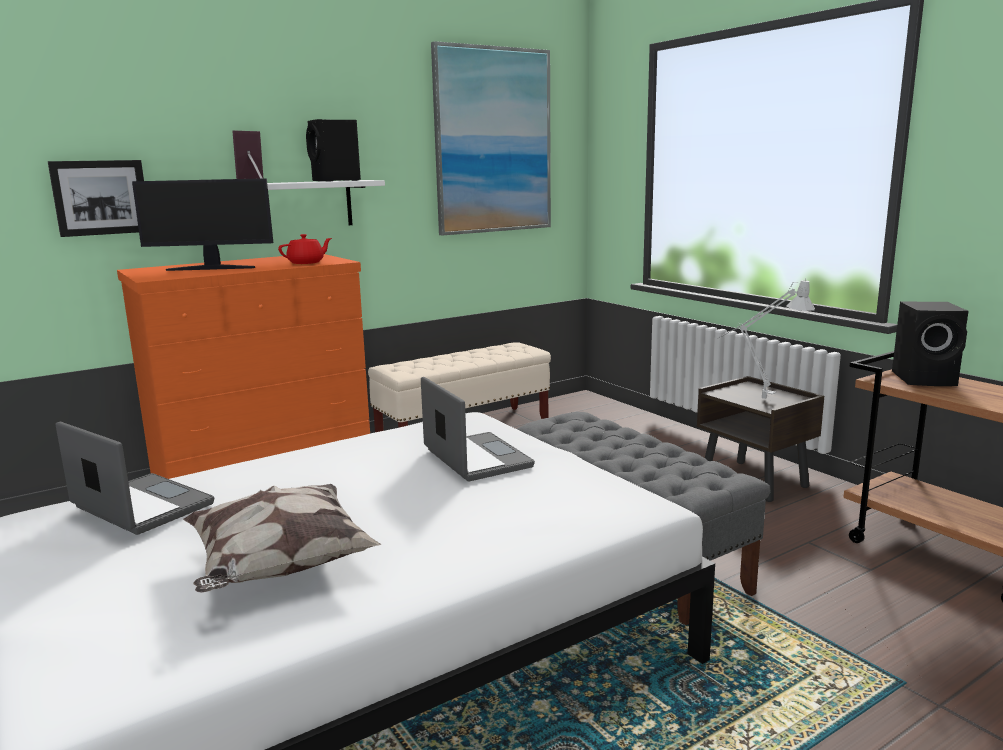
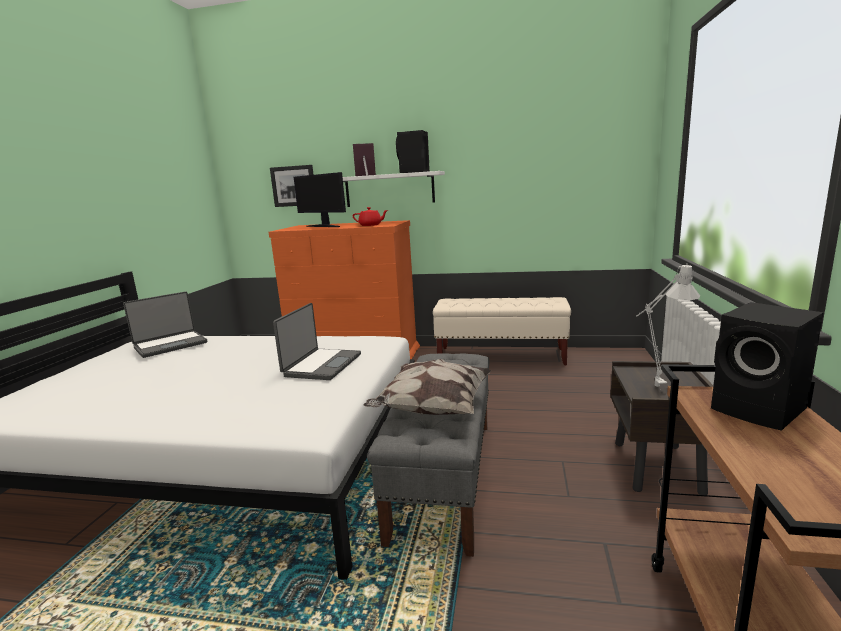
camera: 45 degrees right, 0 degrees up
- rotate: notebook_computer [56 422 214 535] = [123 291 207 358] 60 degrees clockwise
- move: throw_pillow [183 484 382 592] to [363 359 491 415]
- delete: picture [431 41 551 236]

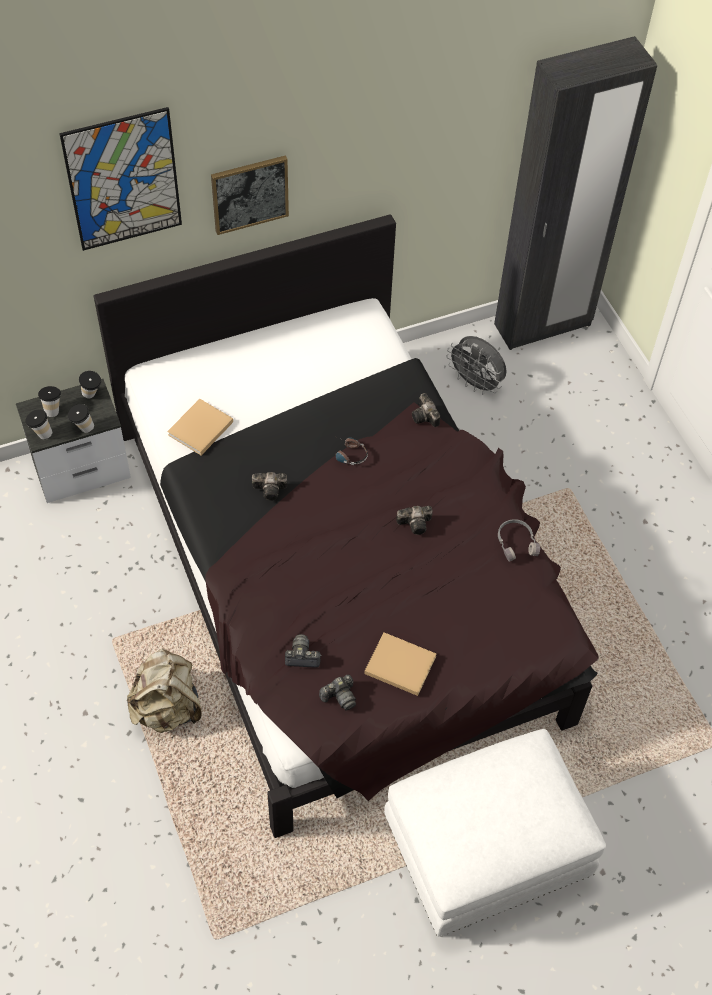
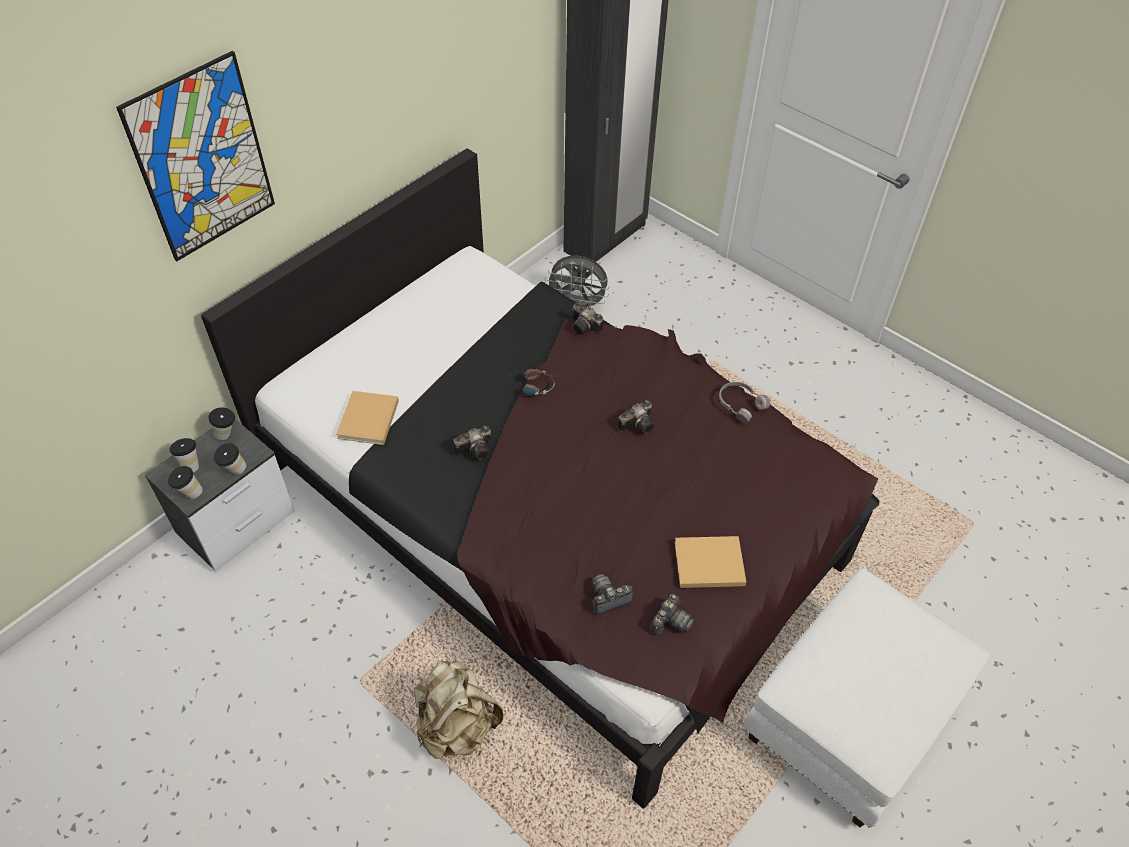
camera: 25 degrees left, 5 degrees down
- delete: picture [211 155 289 235]

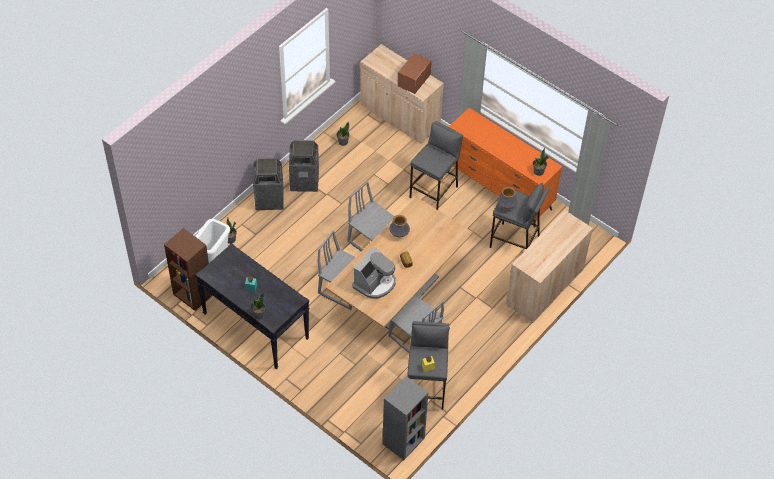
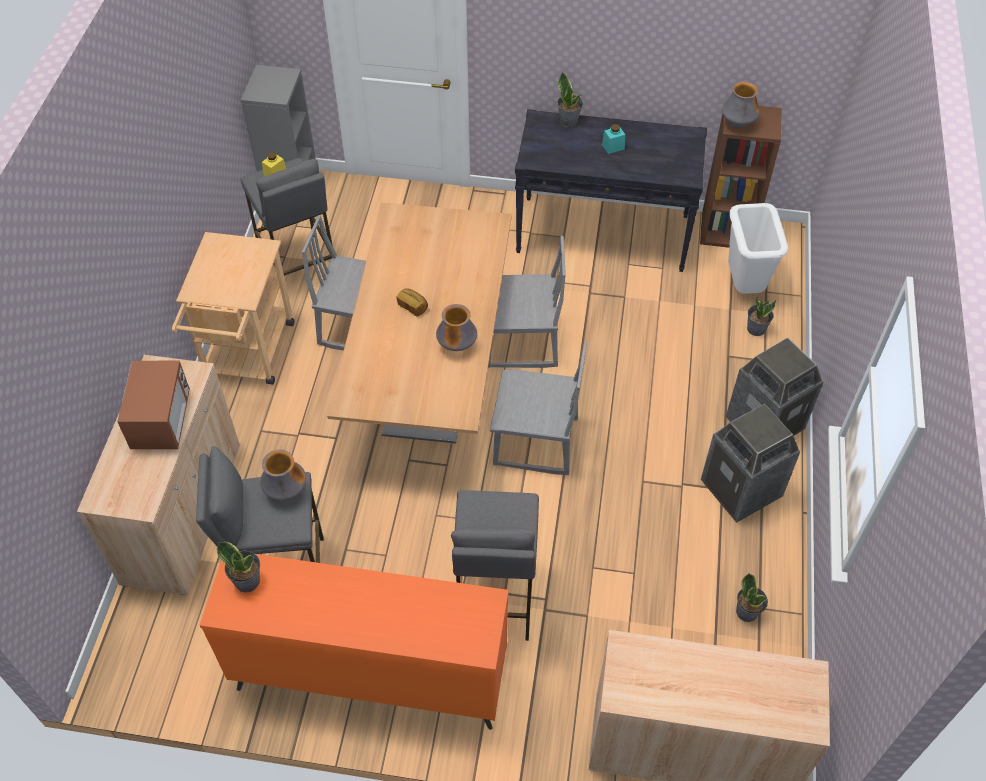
camera: 150 degrees right, 0 degrees up
- move: microwave [397 53 432 94] to [117 361 190 449]
- insert: beige-coloured_trolley [172 232 294 385]
- insert: decorative_vase [722 81 760 129]
- delete: coffee_brewer [352 247 396 299]

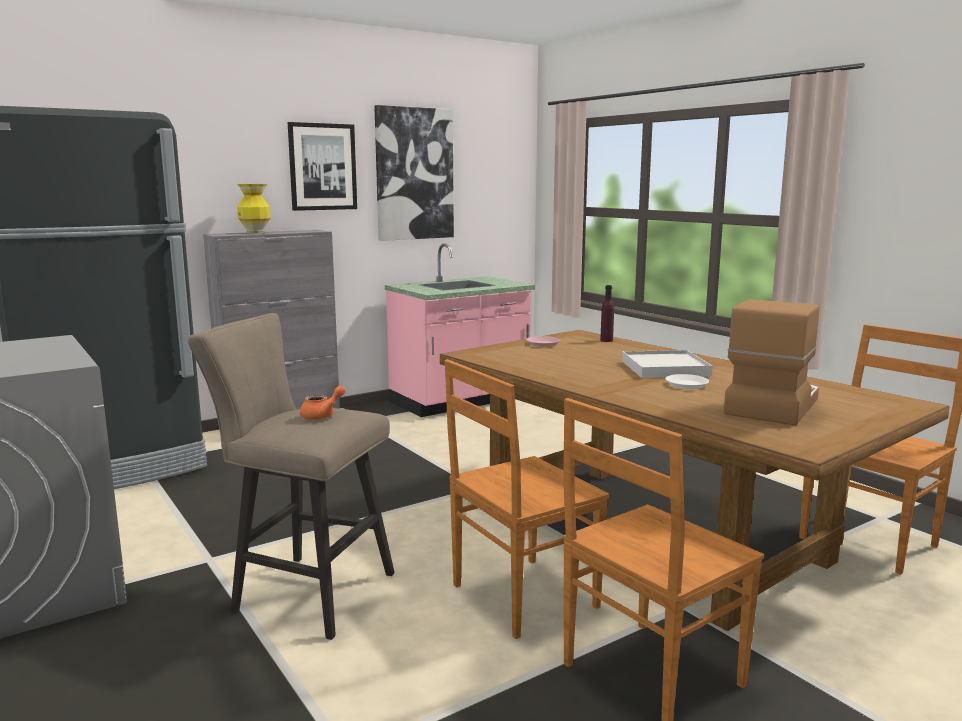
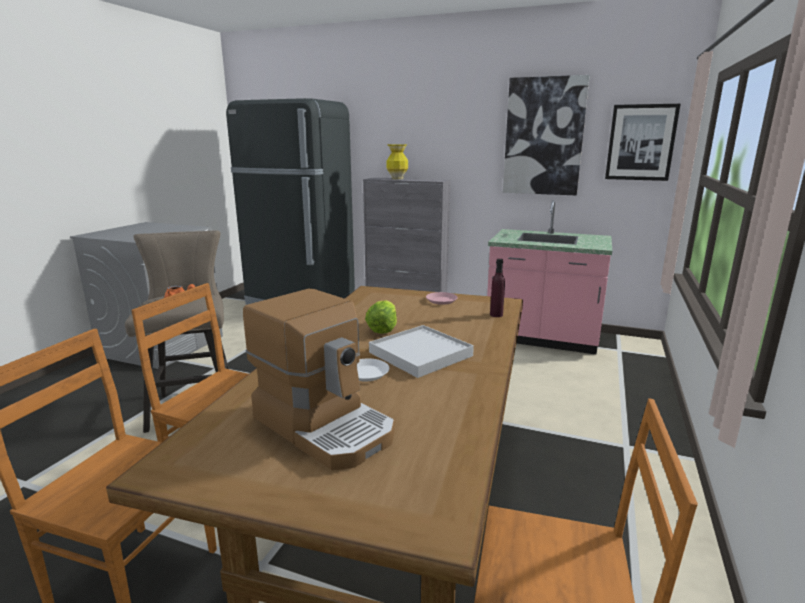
camera: 55 degrees right, 5 degrees up
- rotate: coffee_brewer [724 299 820 426] = [243 288 395 470] 45 degrees clockwise
- insert: head_of_lettuce [365 300 397 334]
- move: picture [288 122 357 211] to [605 104 680 181]

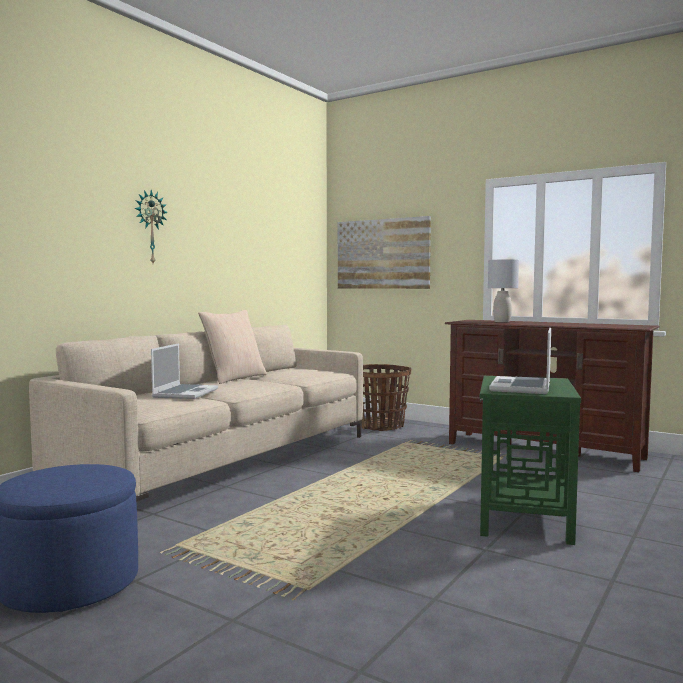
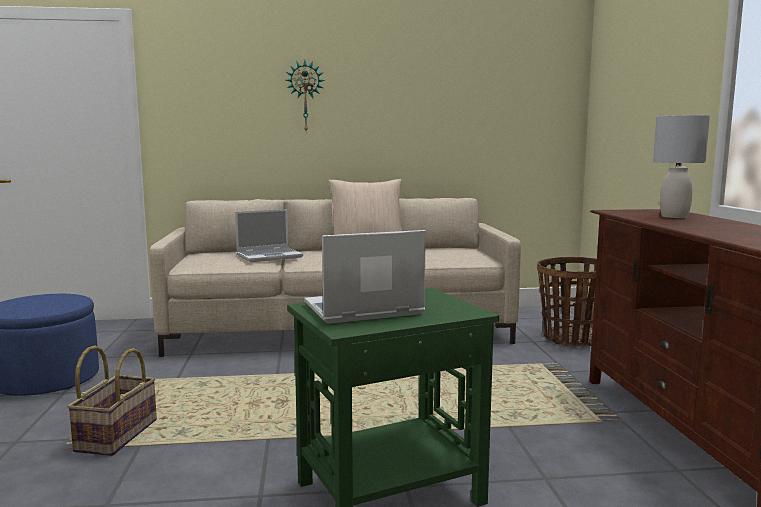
camera: 50 degrees right, 5 degrees up
- insert: household_basket [67 346 157 456]
- delete: picture [338 216 431 289]

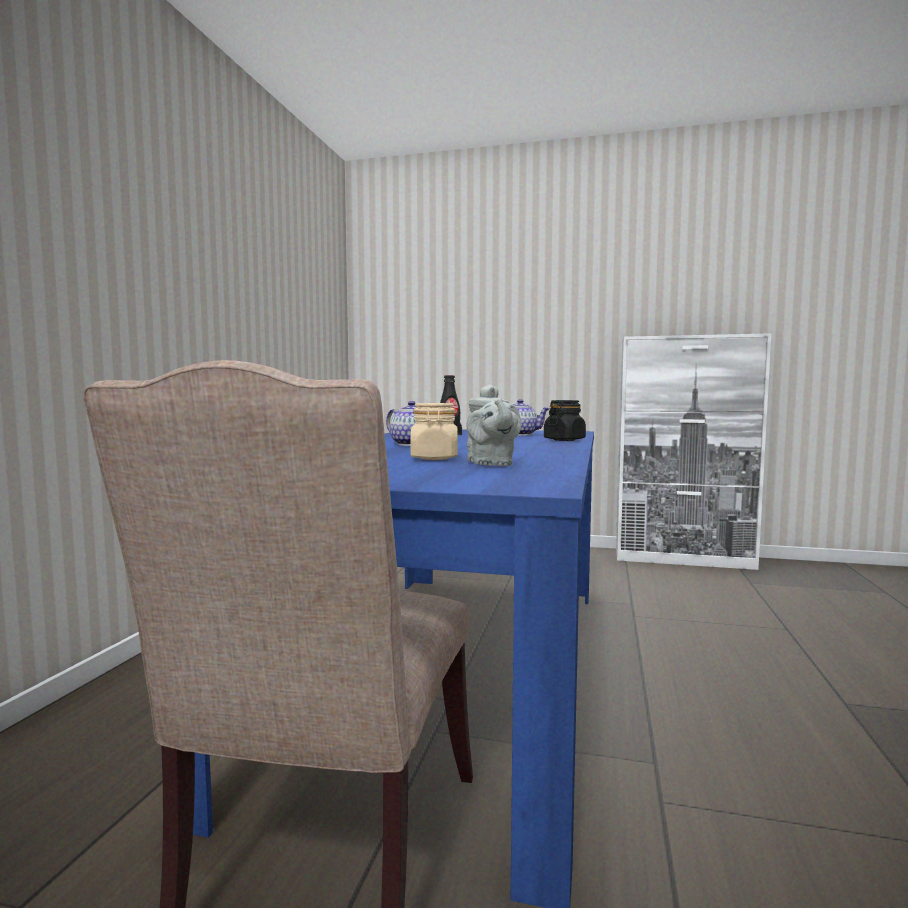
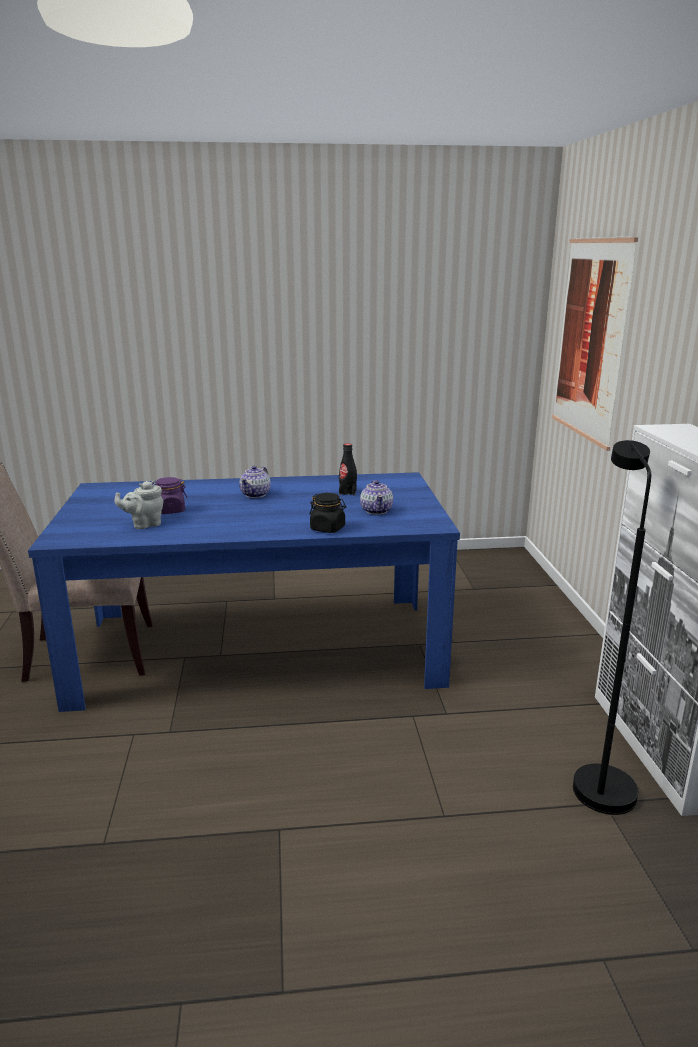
camera: 70 degrees right, 15 degrees up
- recolor: beige-coloured_preserve_jar [410 403 458 460] to purple-coloured_preserve_jar [152 477 188 514]
- insert: picture [552 236 638 451]
- insert: black-coloured_standing_lamp [573 440 651 815]

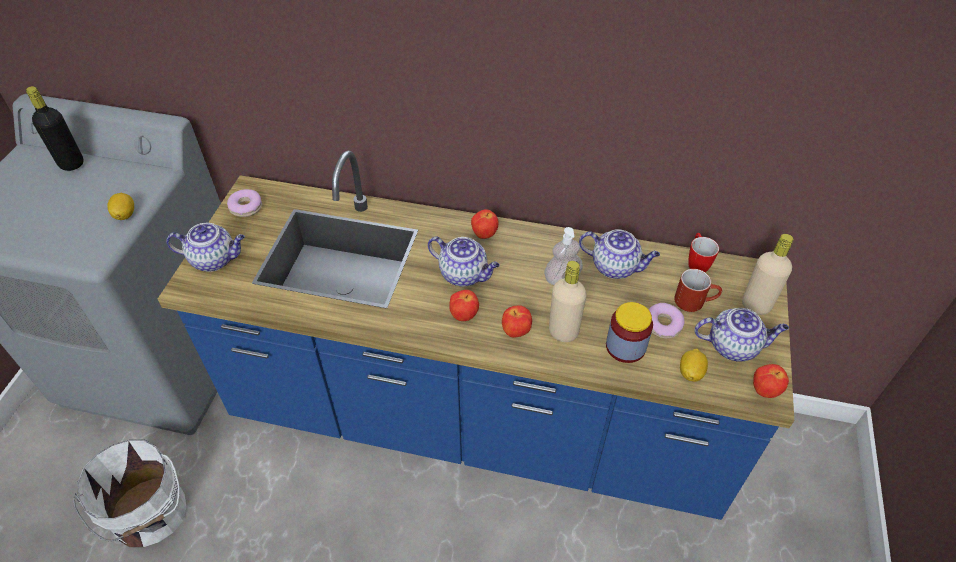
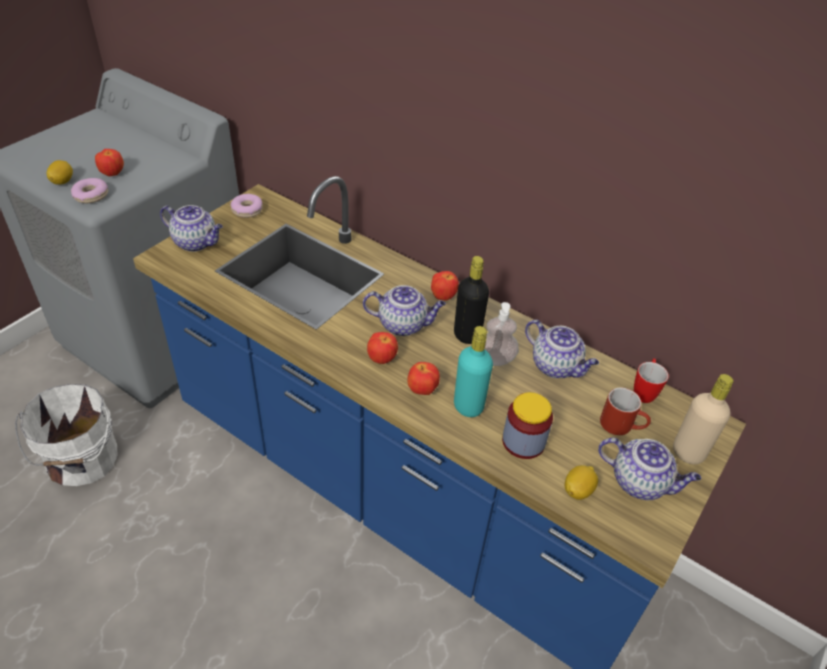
camera: 20 degrees right, 5 degrees down
- move: citrus_fruit [107 192 134 220] to [47 160 73 185]
- move: donut [649 303 685 339] to [71 178 108 203]
- move: apple_fruit [753 364 789 398] to [95 149 124 176]
- rotate: pot_for_tea [428 236 500 287] = [363 285 446 336] 45 degrees counterclockwise
- move: black-coloured_drink_bottle [26 86 84 171] to [454 256 489 344]
- recolor: beige-coloured_drink_bottle [549 261 587 342] to blue-green_drink_bottle [454 326 493 417]

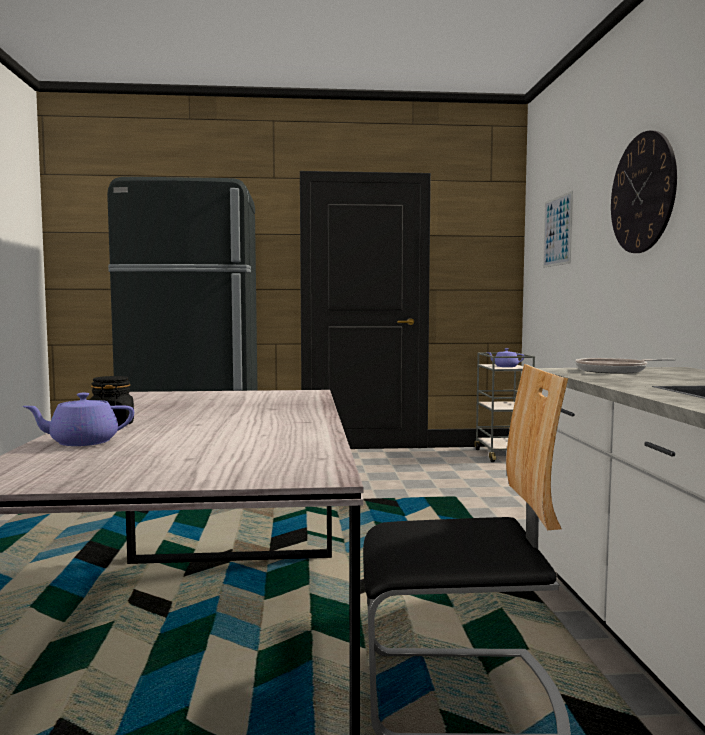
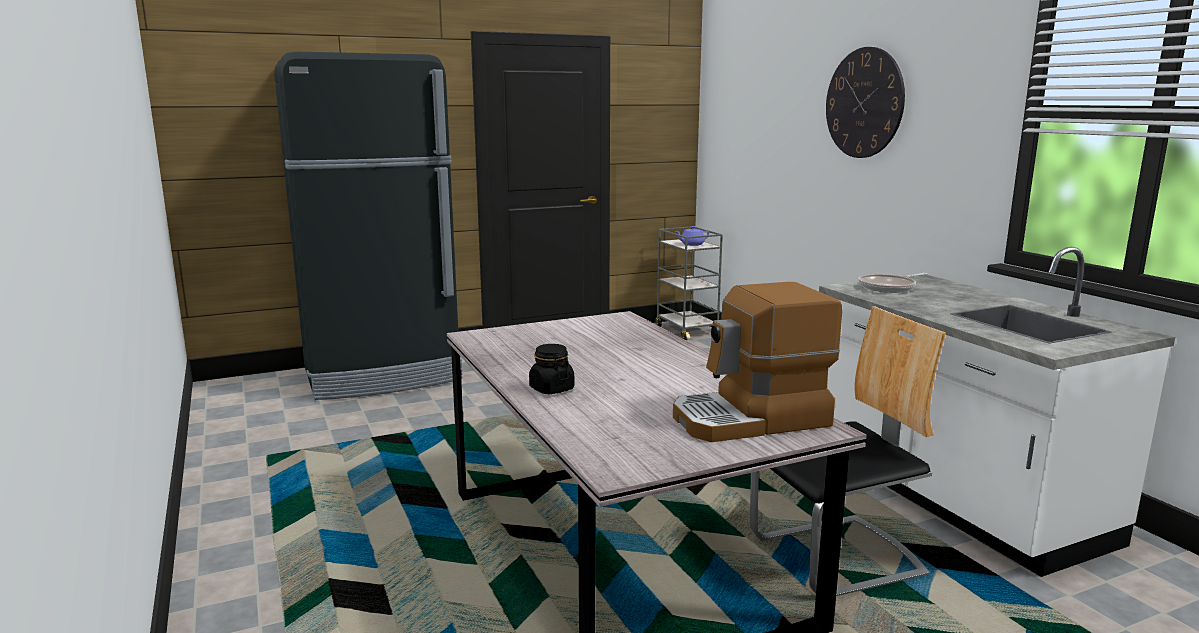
camera: 20 degrees left, 10 degrees up
- insert: coffee_brewer [673 282 842 442]
- delete: purple-coloured_pot_for_tea [23 393 134 446]
- delete: picture [543 191 573 268]

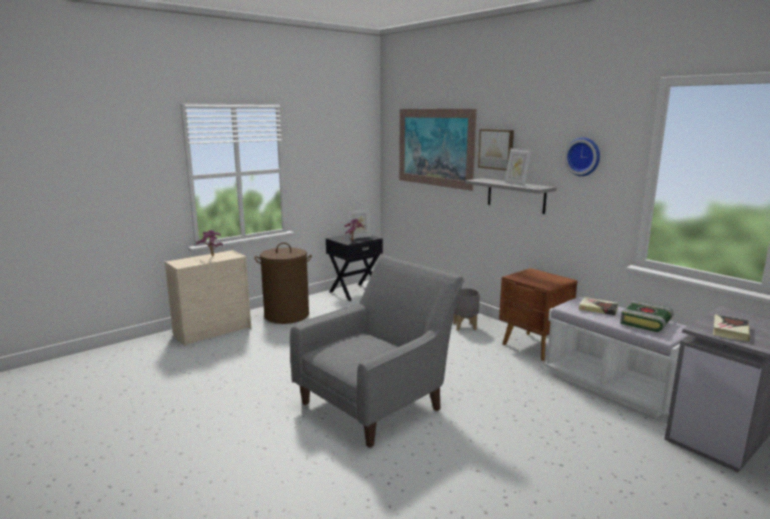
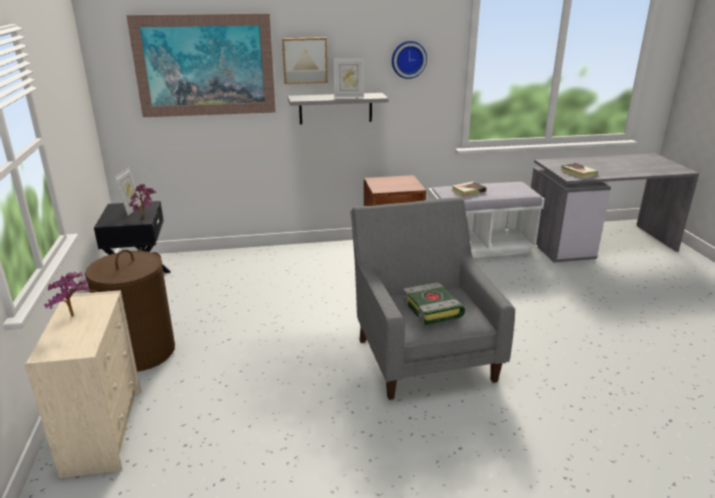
camera: 60 degrees left, 10 degrees up
- move: volume [620 300 673 332] to [402 282 465 326]
- delete: greyish_plant_pot [453 288 480 331]

